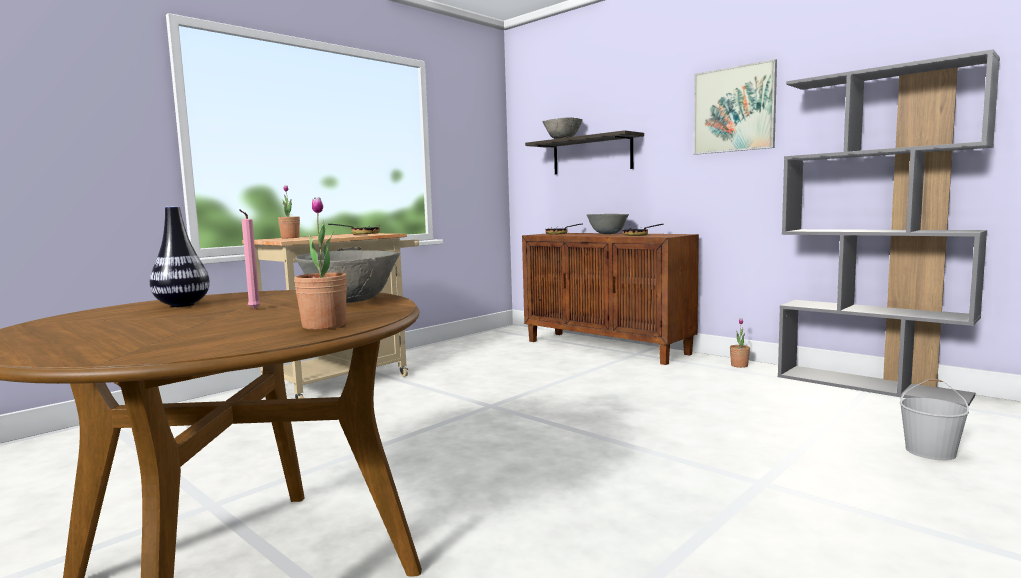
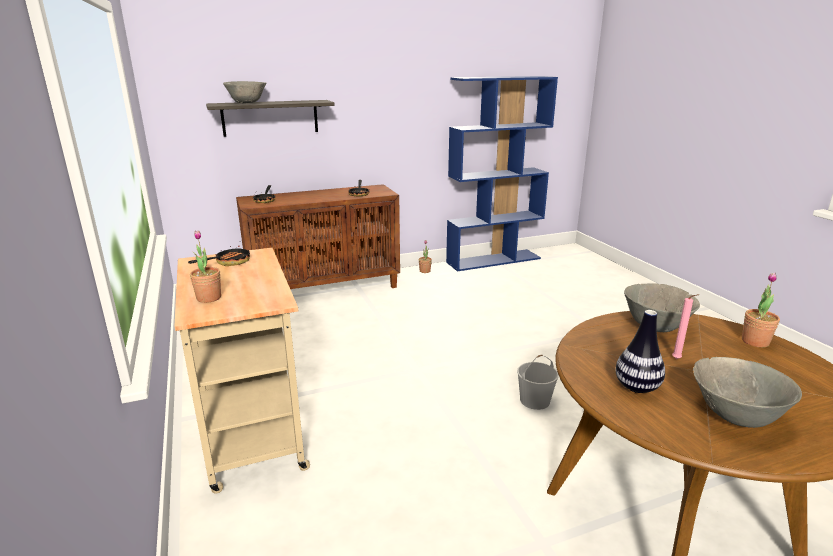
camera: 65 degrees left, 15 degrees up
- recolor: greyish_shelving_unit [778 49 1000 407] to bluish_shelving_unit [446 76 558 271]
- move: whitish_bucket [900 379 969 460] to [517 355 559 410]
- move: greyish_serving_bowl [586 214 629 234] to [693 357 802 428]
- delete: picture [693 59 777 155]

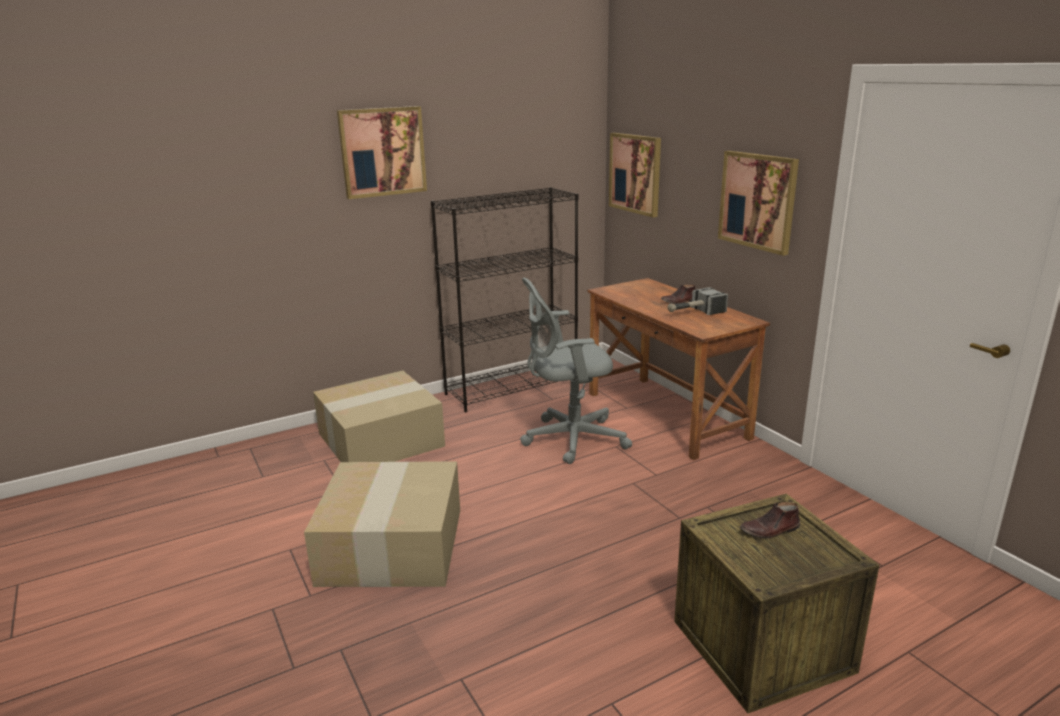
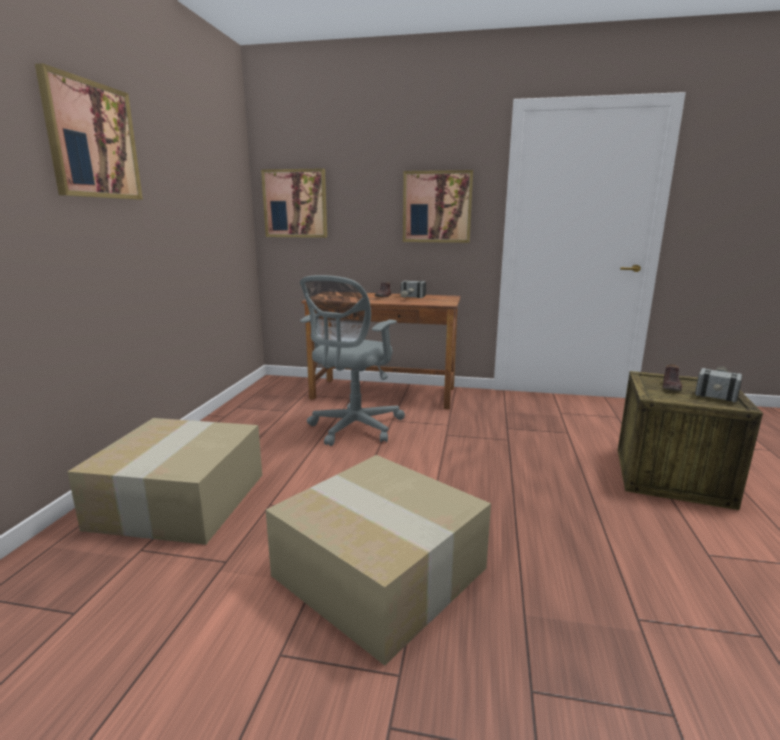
camera: 50 degrees left, 5 degrees down
- insert: hand_hammer [695 366 742 402]
- delete: black-coloured_shelving_unit [431 187 578 412]

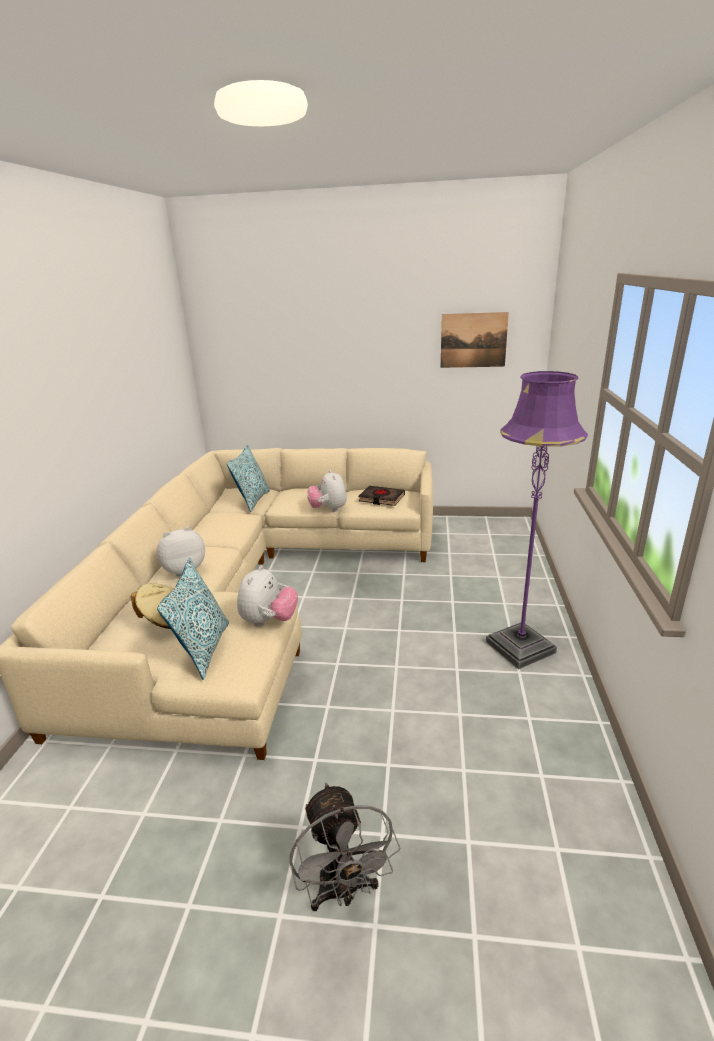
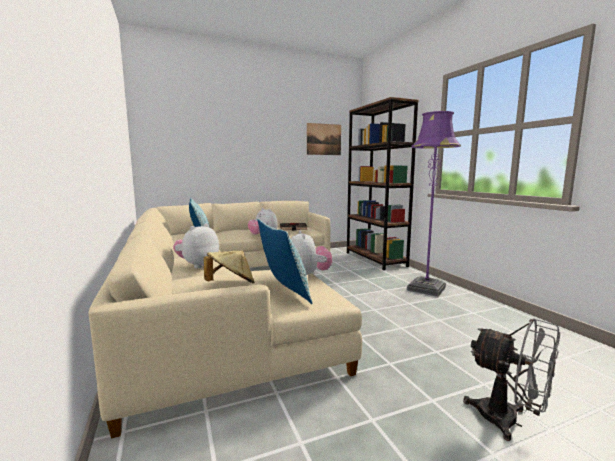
camera: 30 degrees left, 15 degrees down
- insert: brown_shelving_unit [347 97 419 270]

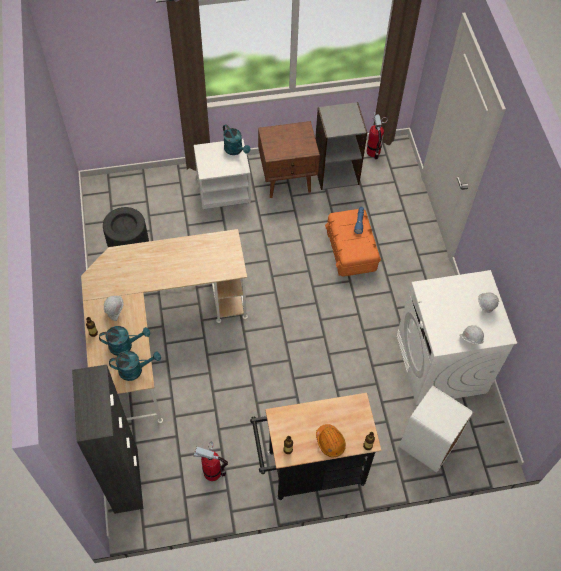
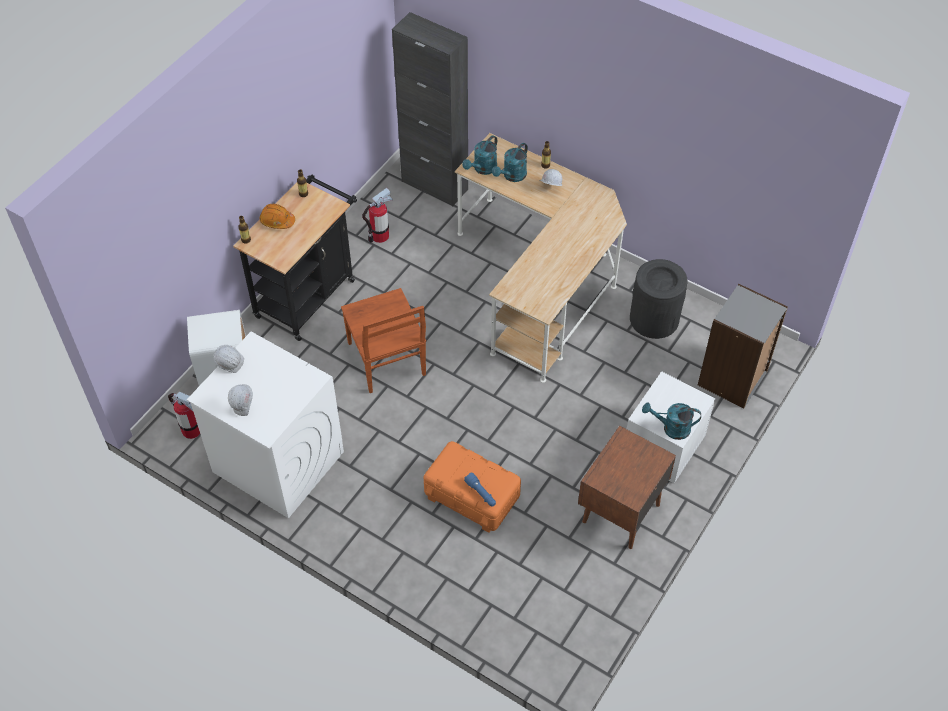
camera: 135 degrees right, 5 degrees down
- move: fire-fighting_cylinder [366 112 388 160] to [168 392 200 439]
- insert: brown_chair [341 288 426 393]
- move: greyish_shelving_unit [315 102 367 190] to [698 284 788 408]

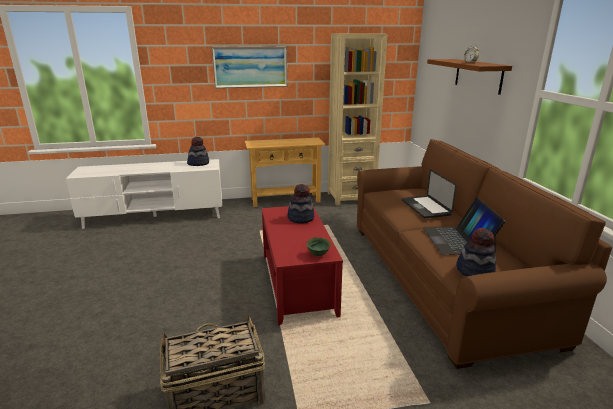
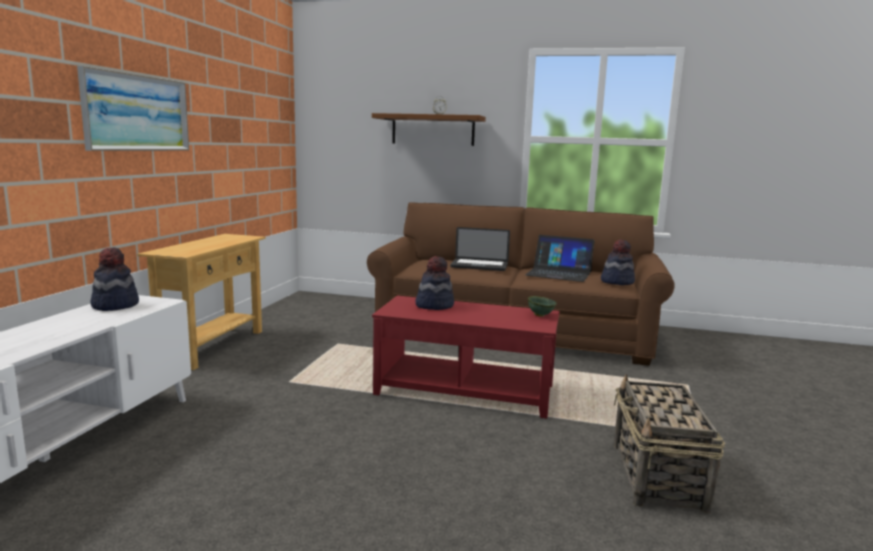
camera: 65 degrees left, 10 degrees down
- delete: beige-coloured_shelving_unit [328 33 388 206]

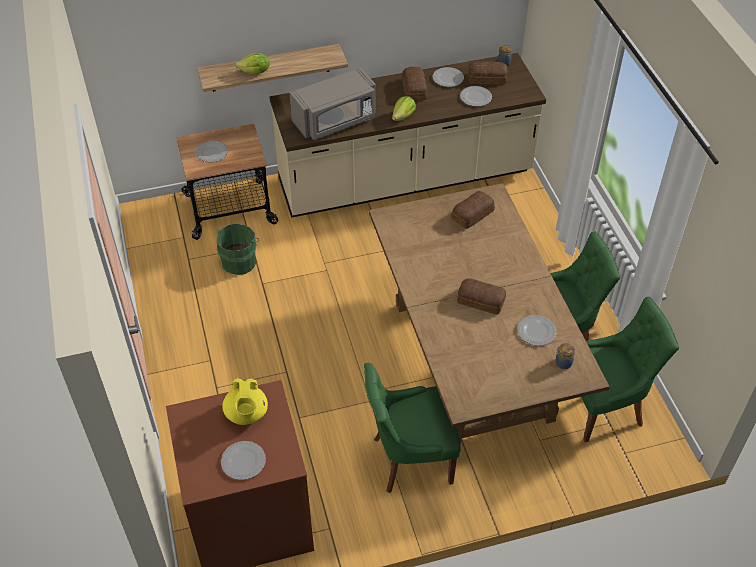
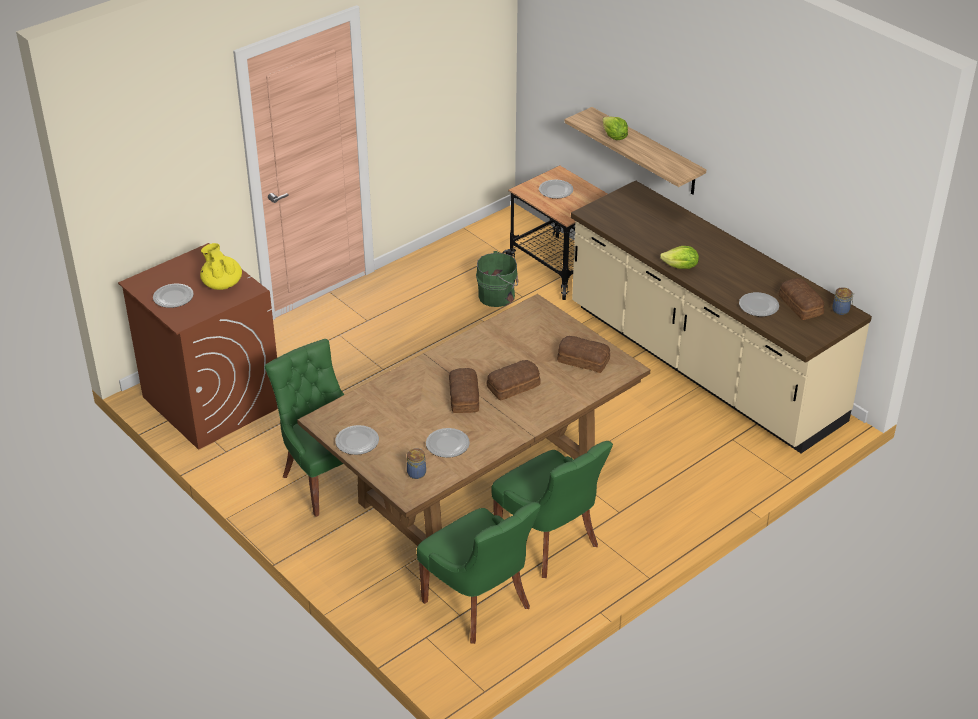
camera: 65 degrees right, 10 degrees down
- rotate: yellow-coloured_pot_for_tea [222 378 268 425] = [200 243 242 290] 90 degrees clockwise
- move: dinner_plate [433 67 464 87] to [335 425 379 455]
- move: bakery_bread [402 67 427 101] to [487 360 541 401]
- delete: greyish_microwave [289 68 376 140]

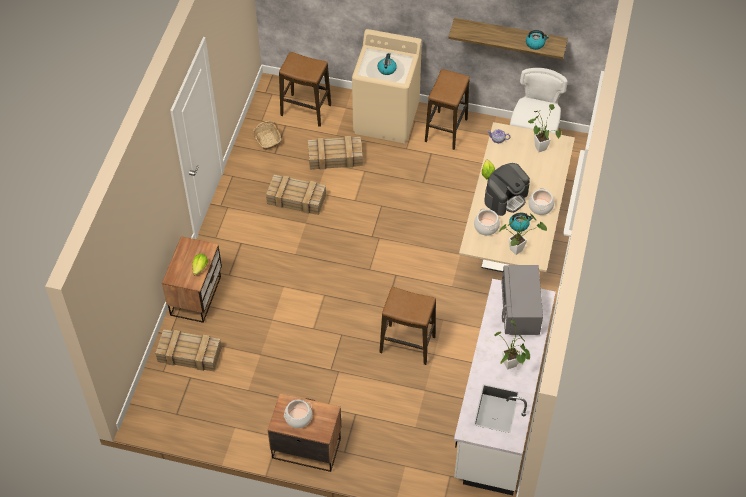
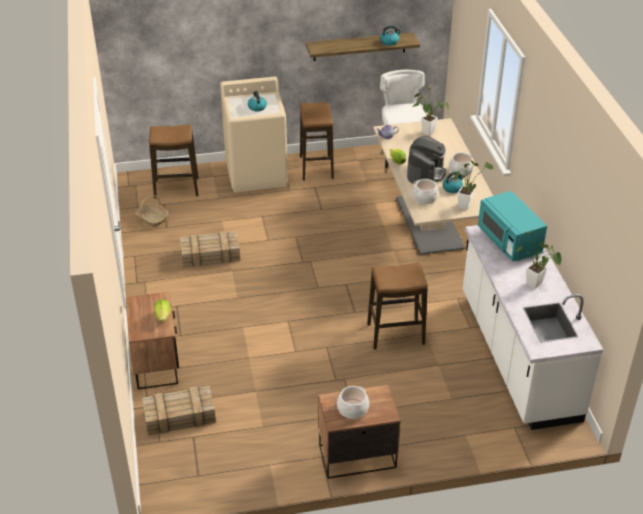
camera: 25 degrees left, 15 degrees down
- recolor: greyish_microwave [502 265 543 335] to blue-green_microwave [478 191 547 262]
- delete: crate [308 136 363 170]

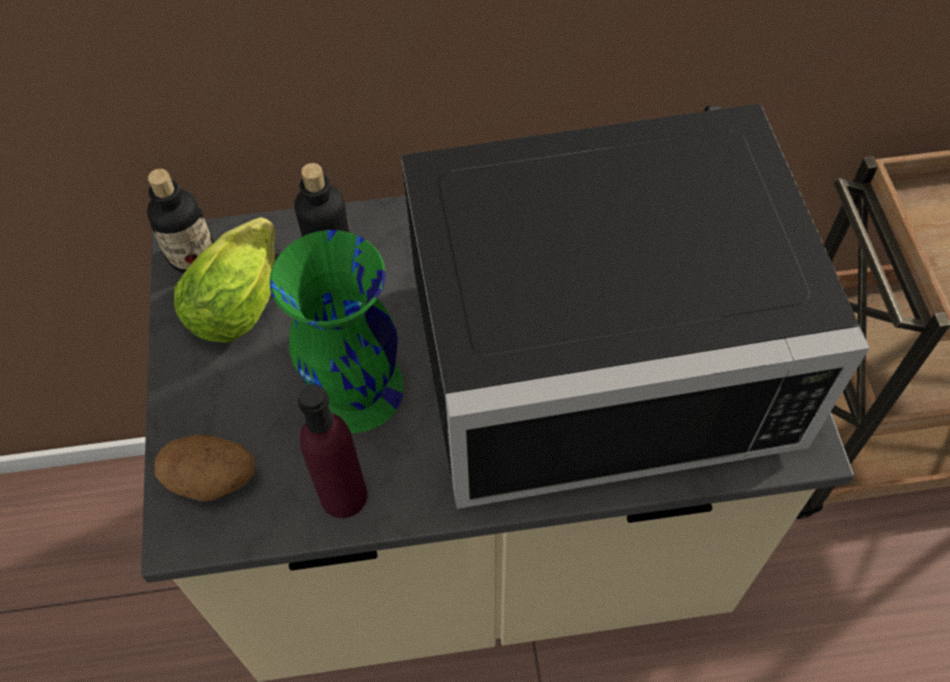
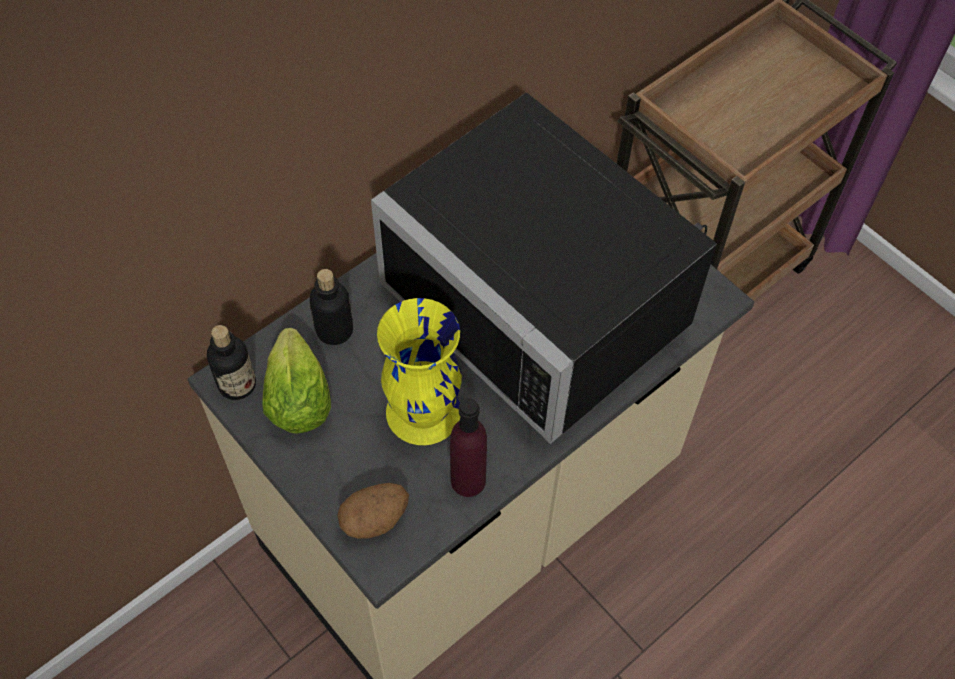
camera: 35 degrees left, 0 degrees up
- rotate: black-coloured_microwave [401 103 869 509] = [371 92 717 444] 90 degrees clockwise
- recolor: green-coloured_decorative_vase [270 230 404 433] to yellow-coloured_decorative_vase [377 298 462 445]

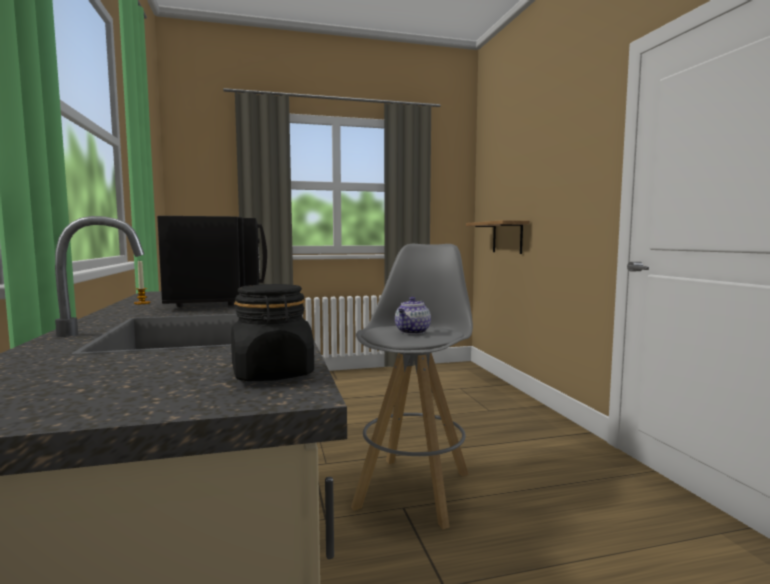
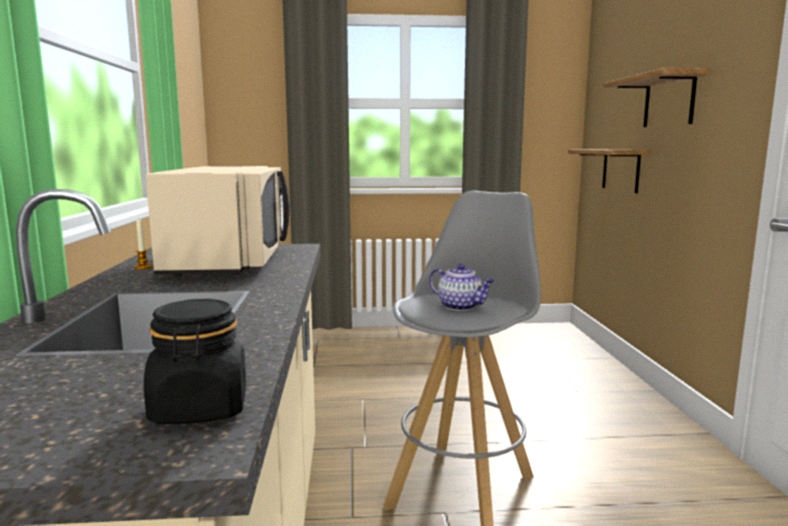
camera: 10 degrees right, 5 degrees up
- recolor: black-coloured_microwave [157 216 267 307] to beige-coloured_microwave [146 166 290 276]
- rotate: pot_for_tea [395 297 431 334] = [429 264 495 311] 90 degrees counterclockwise
- insert: shelf [603 68 709 127]

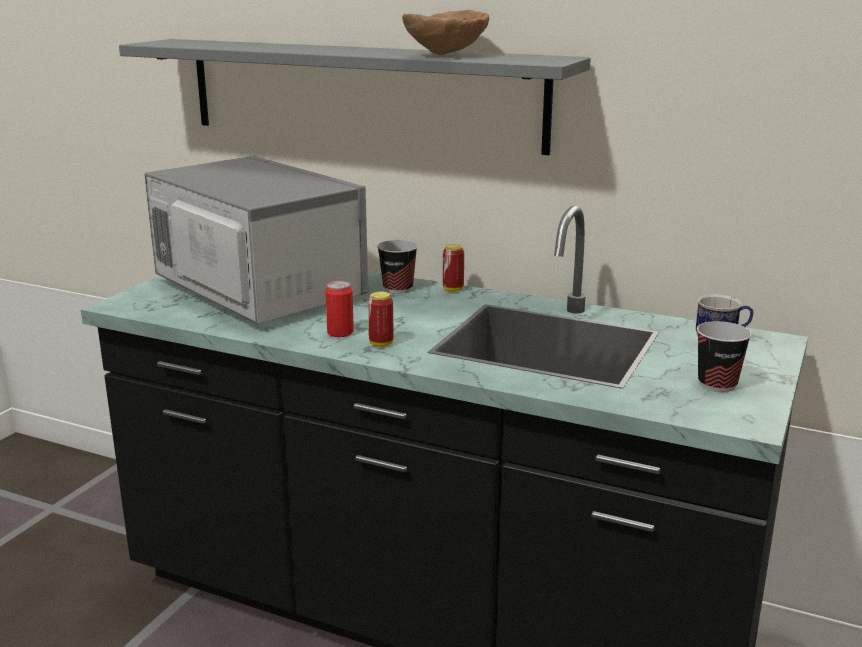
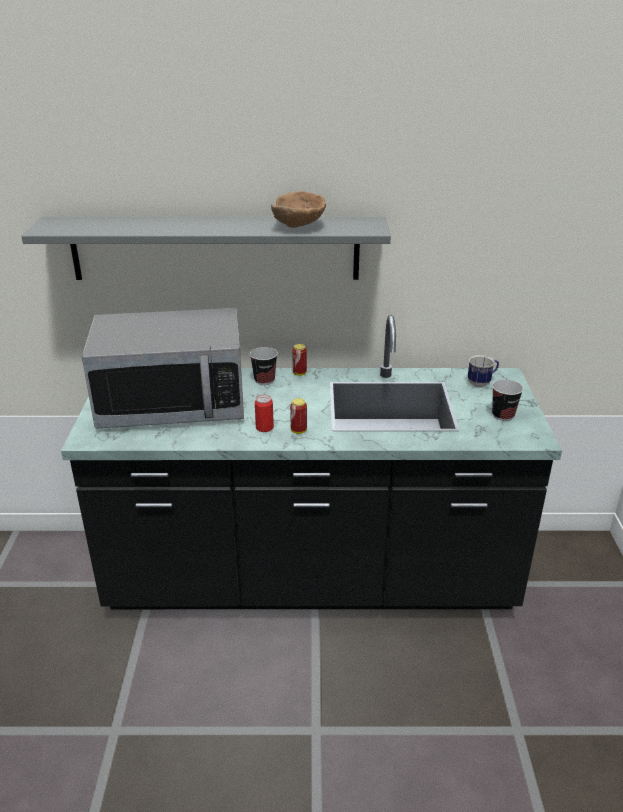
camera: 25 degrees left, 10 degrees up
- rotate: microwave [144 156 368 324] = [82 308 244 429] 150 degrees clockwise

